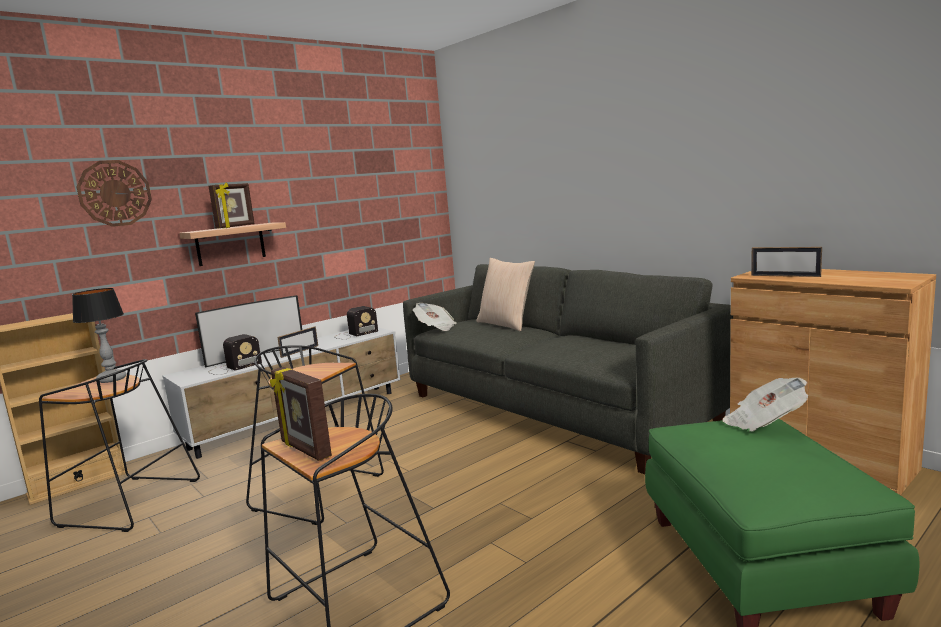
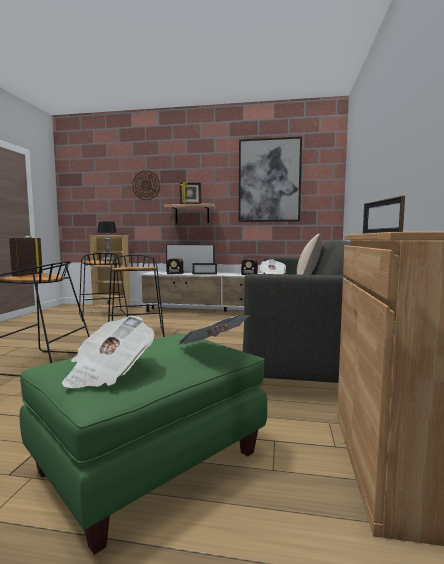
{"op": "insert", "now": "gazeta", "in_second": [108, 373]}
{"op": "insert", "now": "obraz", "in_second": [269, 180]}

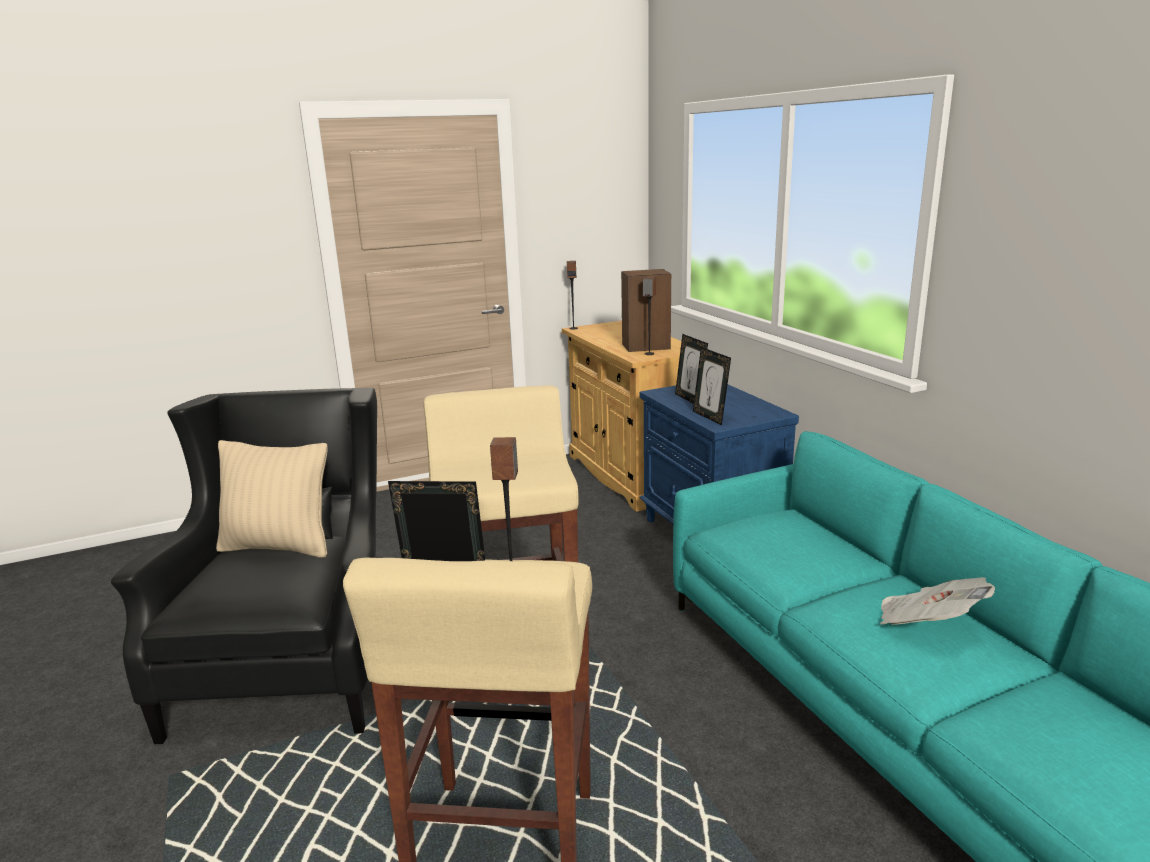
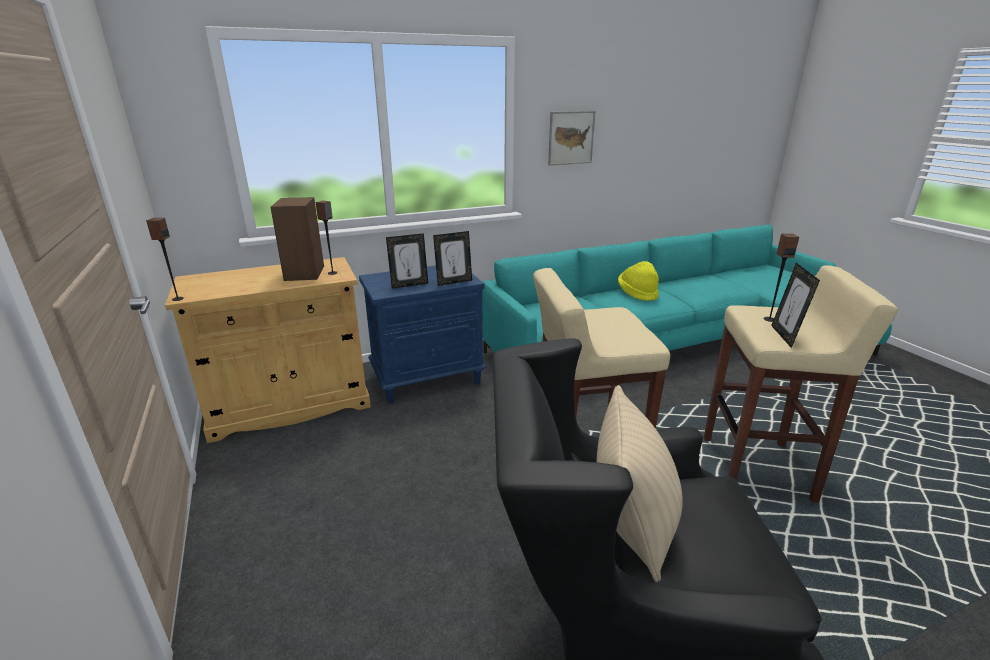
{"op": "insert", "now": "obraz", "in_second": [571, 138]}
{"op": "replace", "was": "gazeta", "now": "kapelusz (żółty)", "in_first": [927, 624], "in_second": [637, 293]}

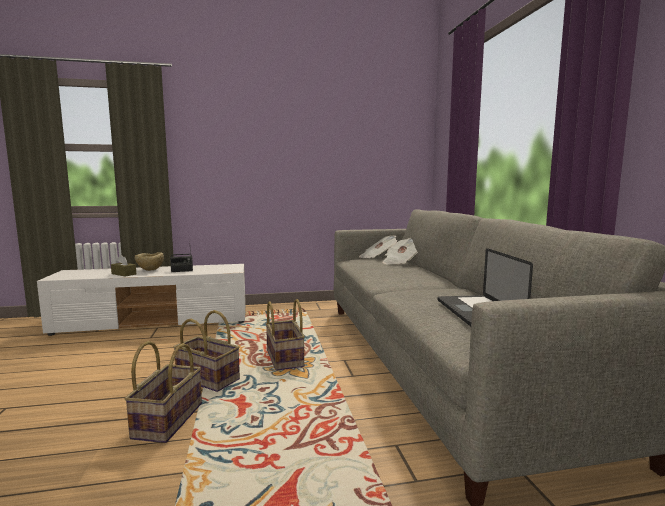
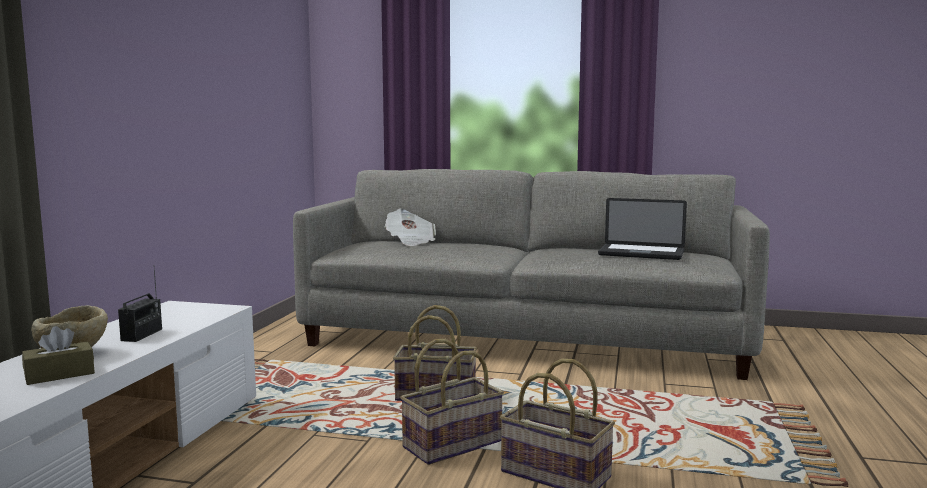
{"op": "delete", "was": "gazeta", "in_first": [377, 257]}

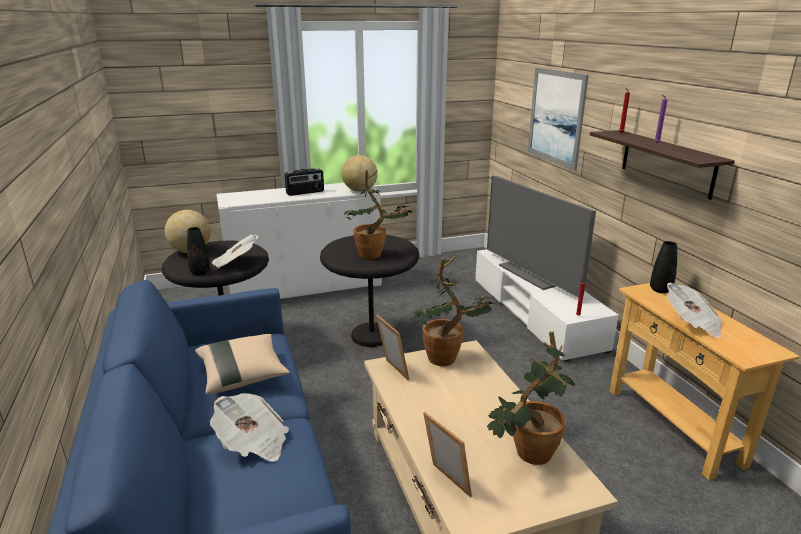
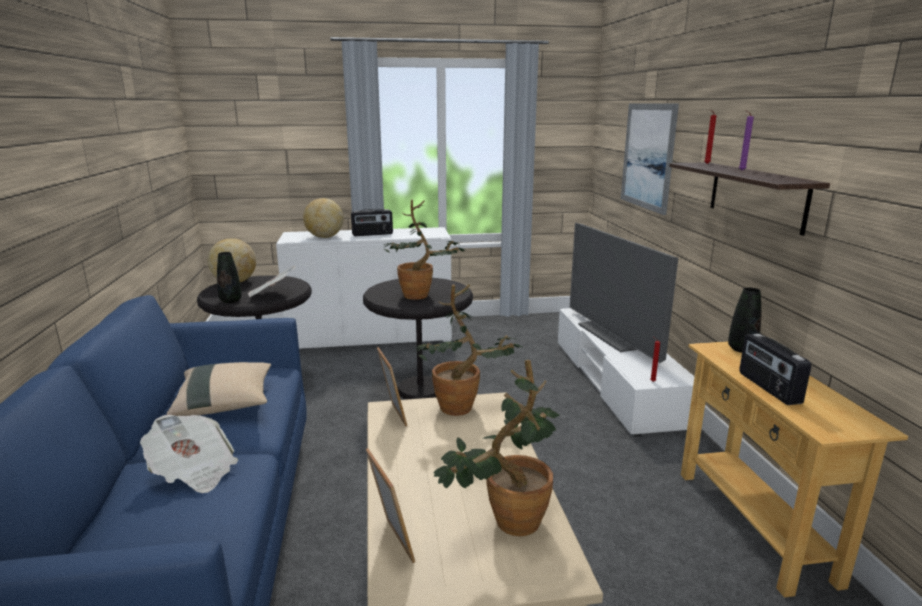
{"op": "move", "was": "globus", "in_first": [360, 190], "in_second": [324, 237]}
{"op": "replace", "was": "gazeta", "now": "radio", "in_first": [692, 324], "in_second": [768, 388]}

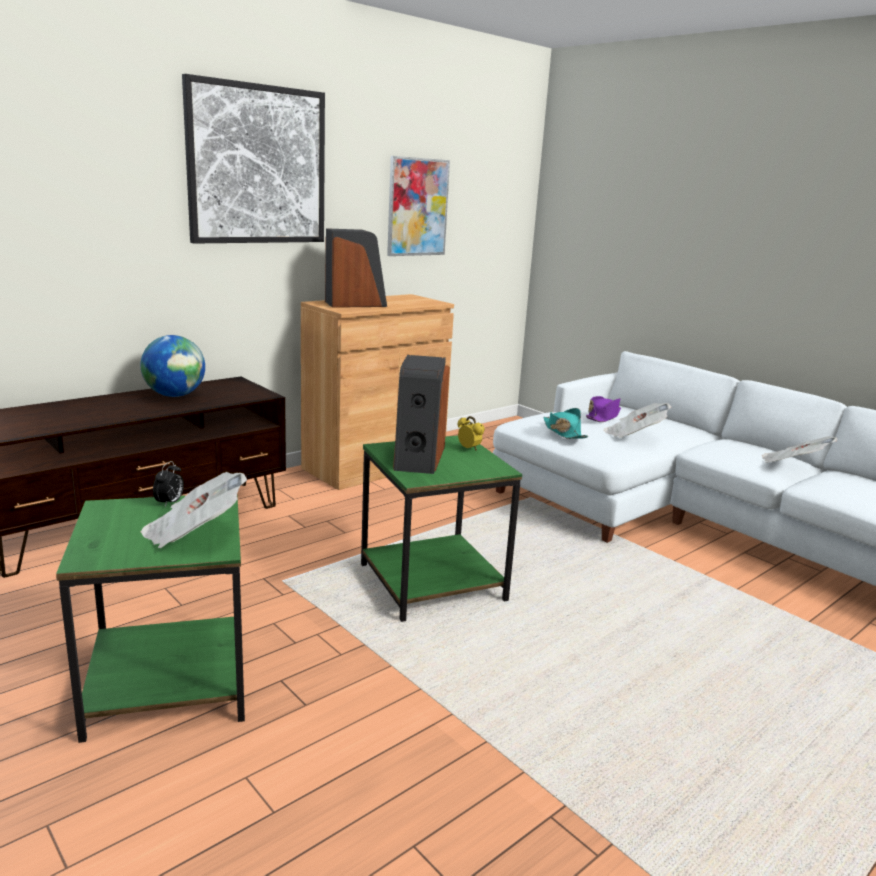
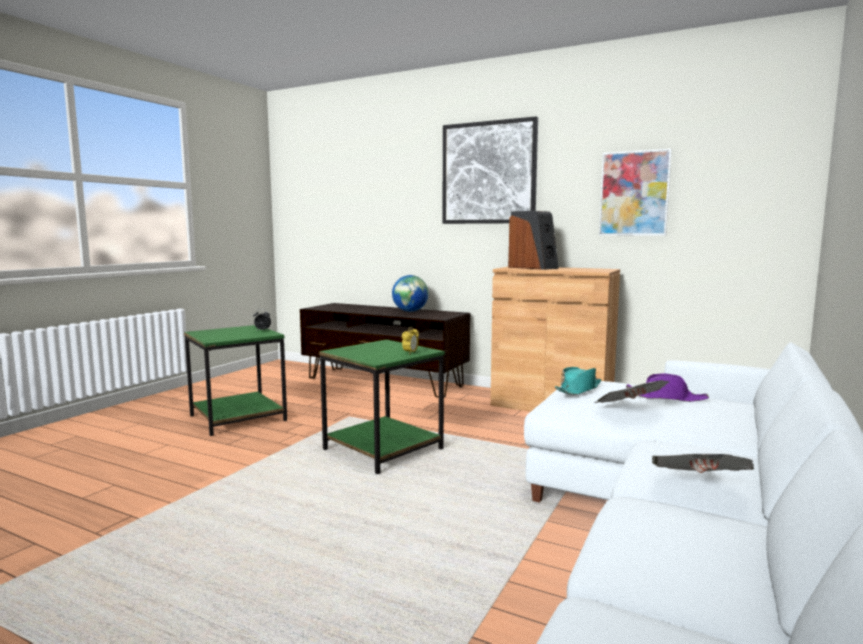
{"op": "delete", "was": "gazeta", "in_first": [194, 533]}
{"op": "delete", "was": "głośnik", "in_first": [418, 458]}

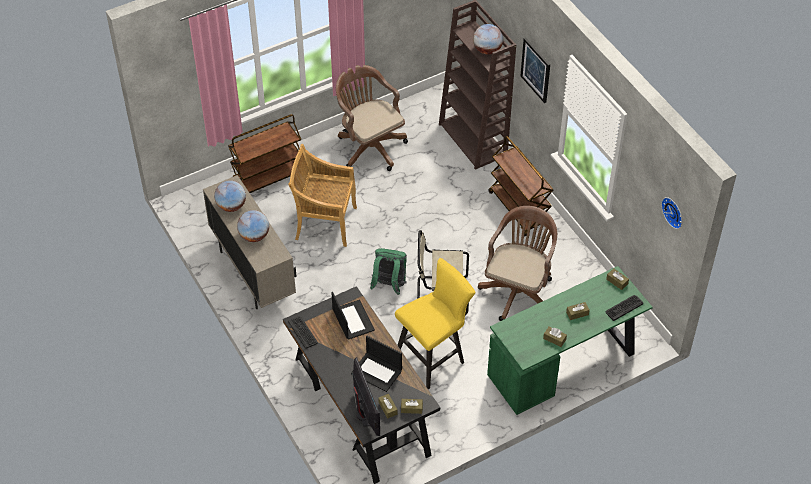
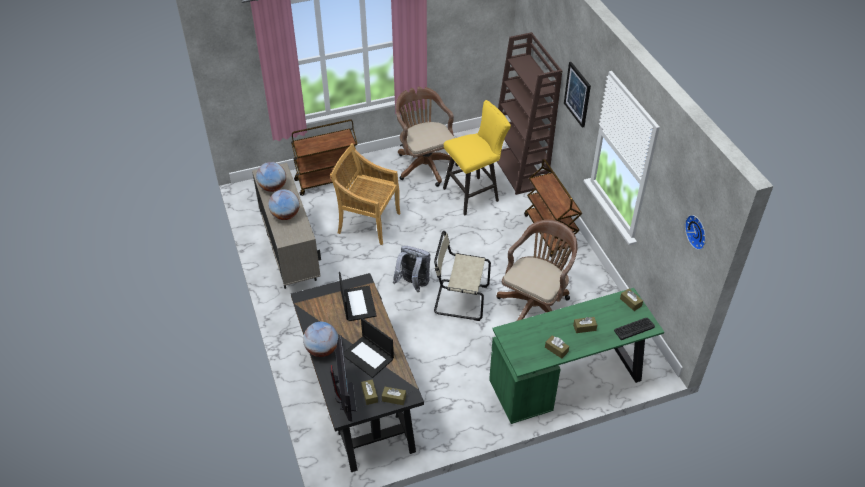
{"op": "move", "was": "globus", "in_first": [487, 50], "in_second": [322, 350]}
{"op": "recolor", "was": "plecak (zielony)", "now": "plecak (szary)", "in_first": [389, 285], "in_second": [413, 284]}
{"op": "move", "was": "stołek (żółty)", "in_first": [434, 357], "in_second": [474, 194]}
{"op": "delete", "was": "klawiatura", "in_first": [303, 332]}

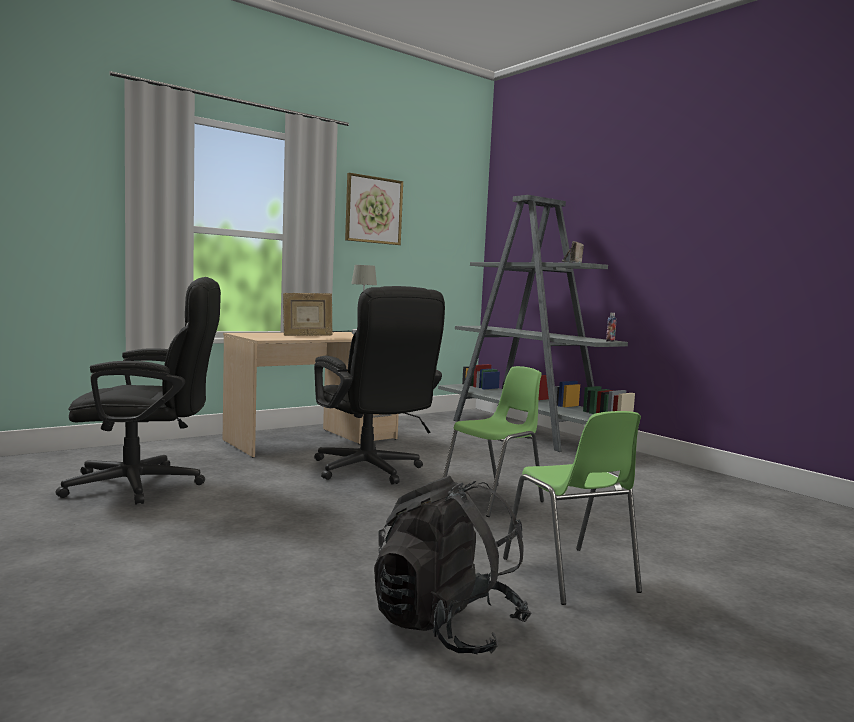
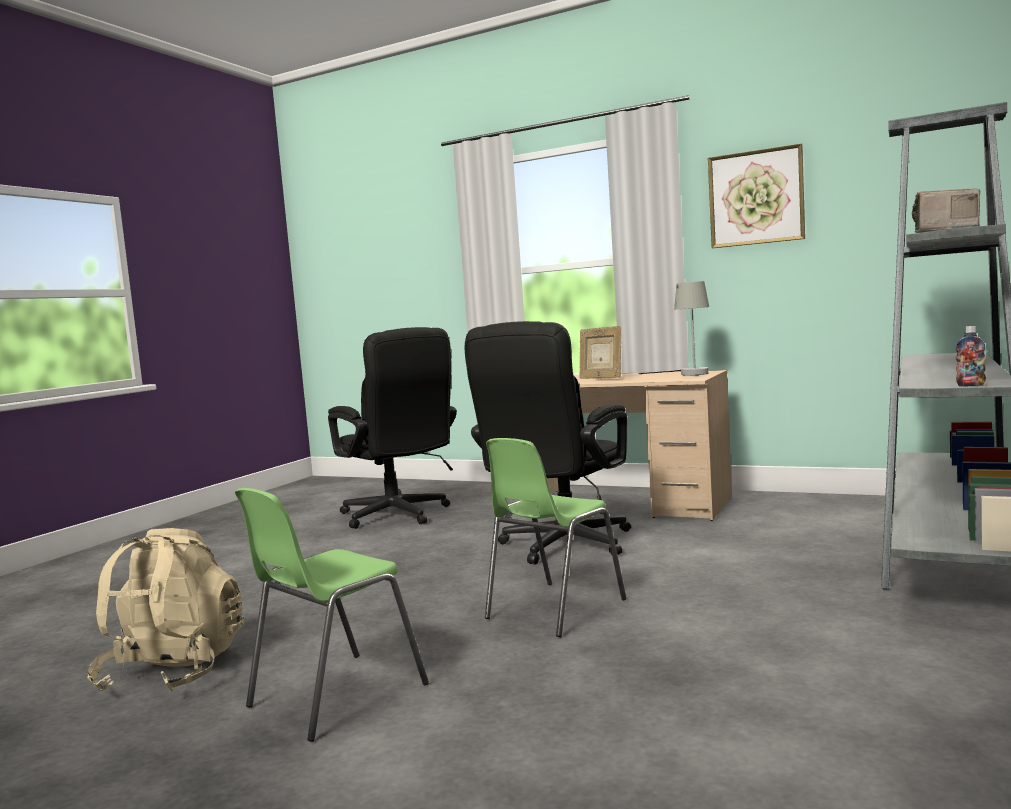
{"op": "recolor", "was": "plecak (czarny)", "now": "plecak (beżowy)", "in_first": [446, 627], "in_second": [174, 671]}
{"op": "rotate", "was": "krzesło (zielony)", "in_first": [493, 499], "in_second": [553, 609], "clockwise": 105}

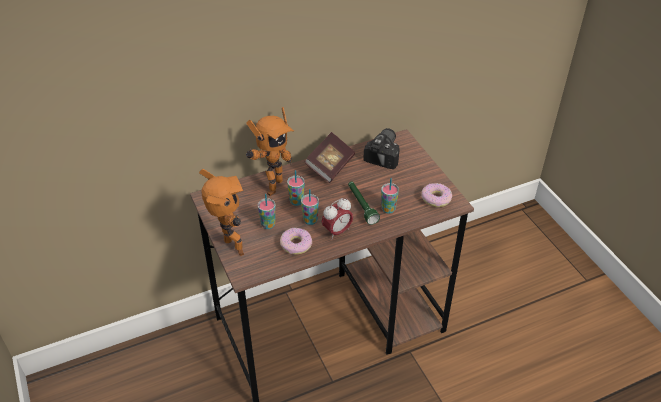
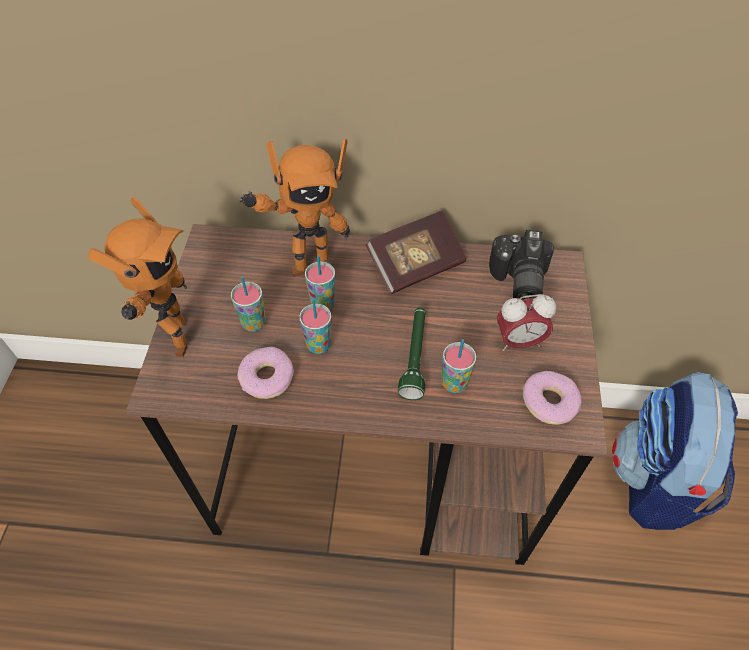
{"op": "rotate", "was": "aparat fotograficzny", "in_first": [385, 154], "in_second": [517, 282], "clockwise": 135}
{"op": "move", "was": "budzik", "in_first": [337, 231], "in_second": [518, 341]}
{"op": "insert", "now": "plecak", "in_second": [654, 481]}

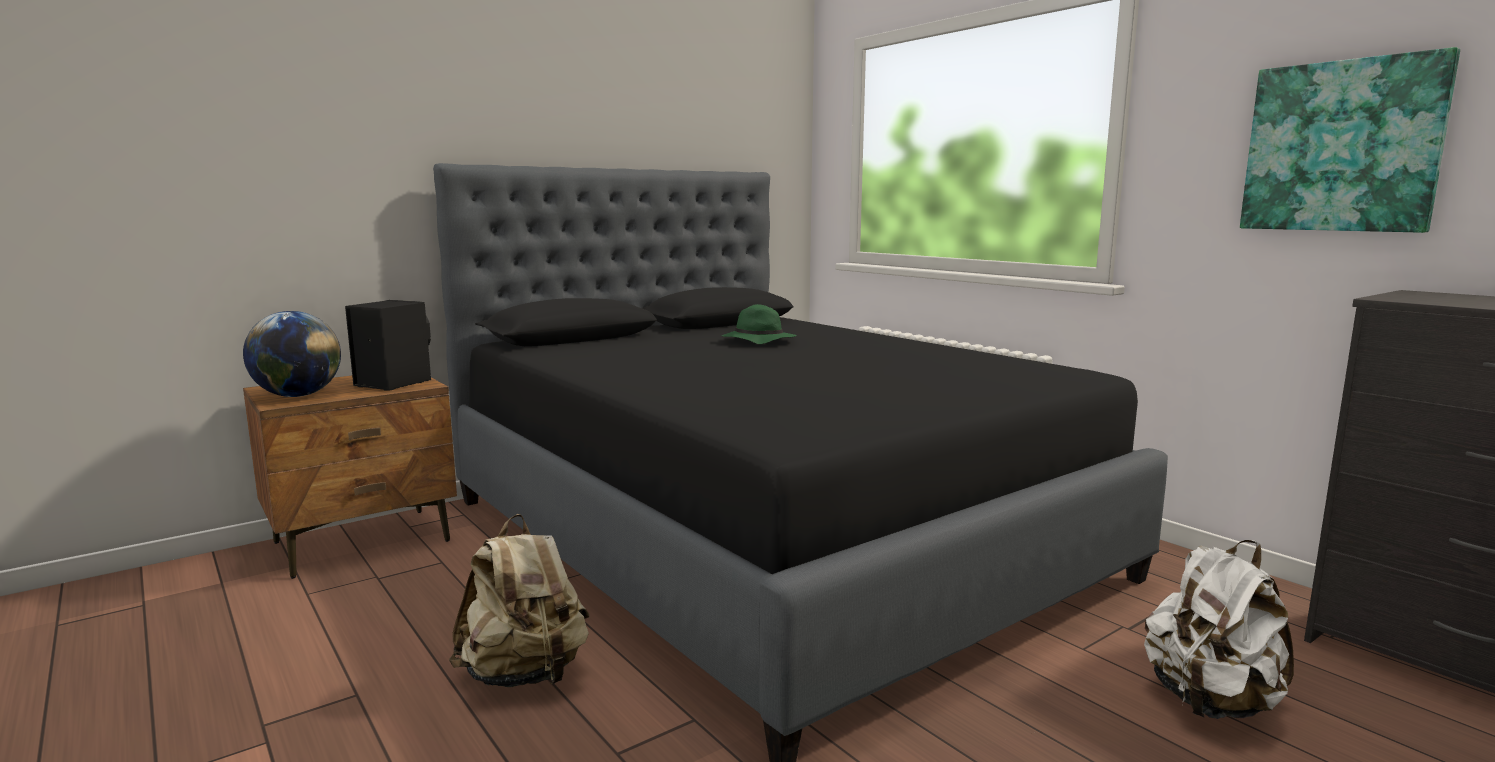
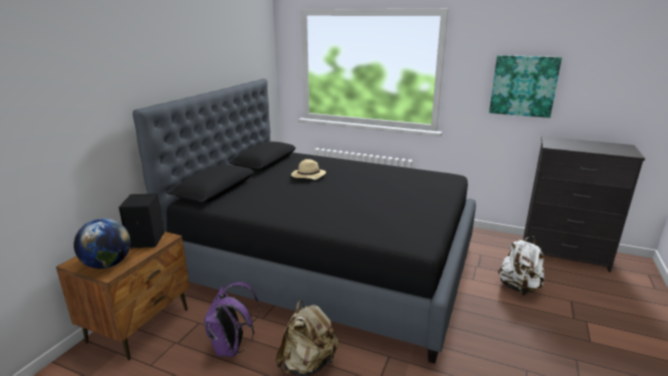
{"op": "insert", "now": "plecak (fioletowy)", "in_second": [232, 348]}
{"op": "recolor", "was": "kapelusz (zielony)", "now": "kapelusz (beżowy)", "in_first": [757, 341], "in_second": [308, 176]}

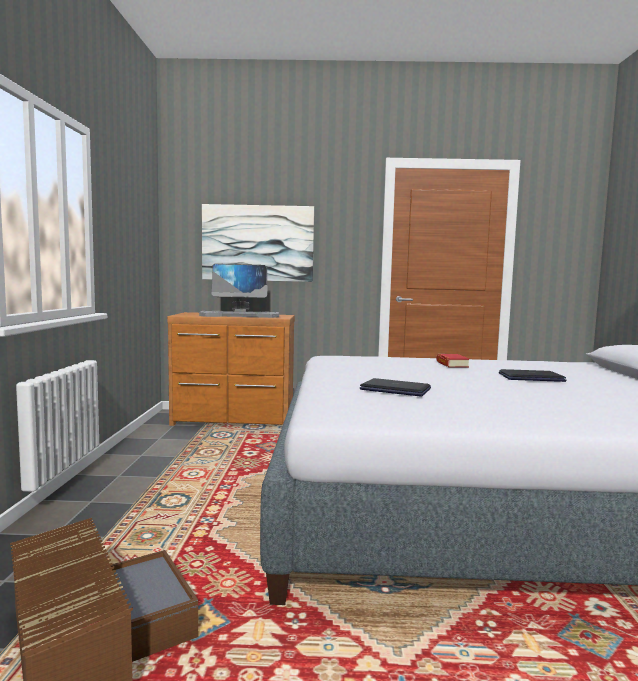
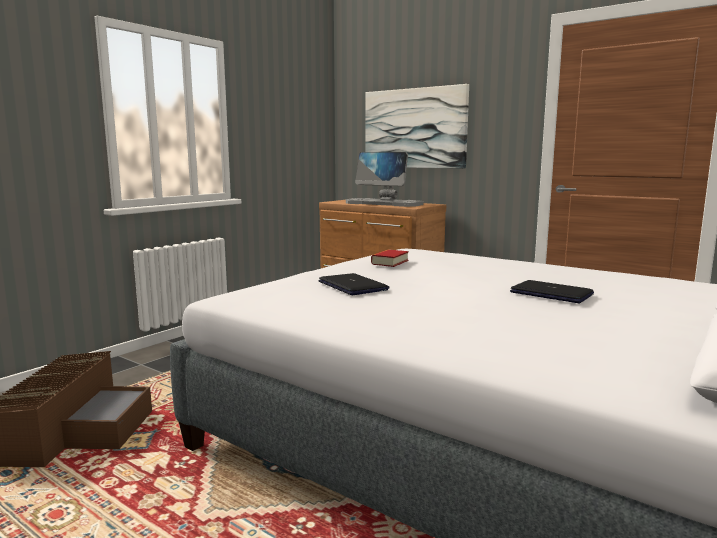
{"op": "move", "was": "książka", "in_first": [452, 364], "in_second": [390, 262]}

